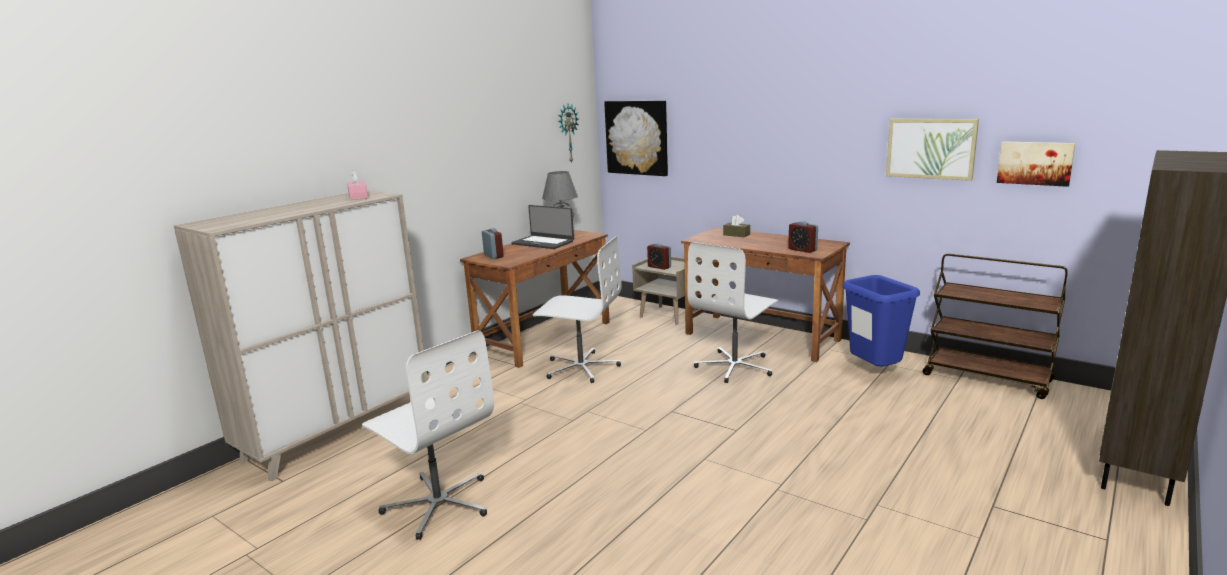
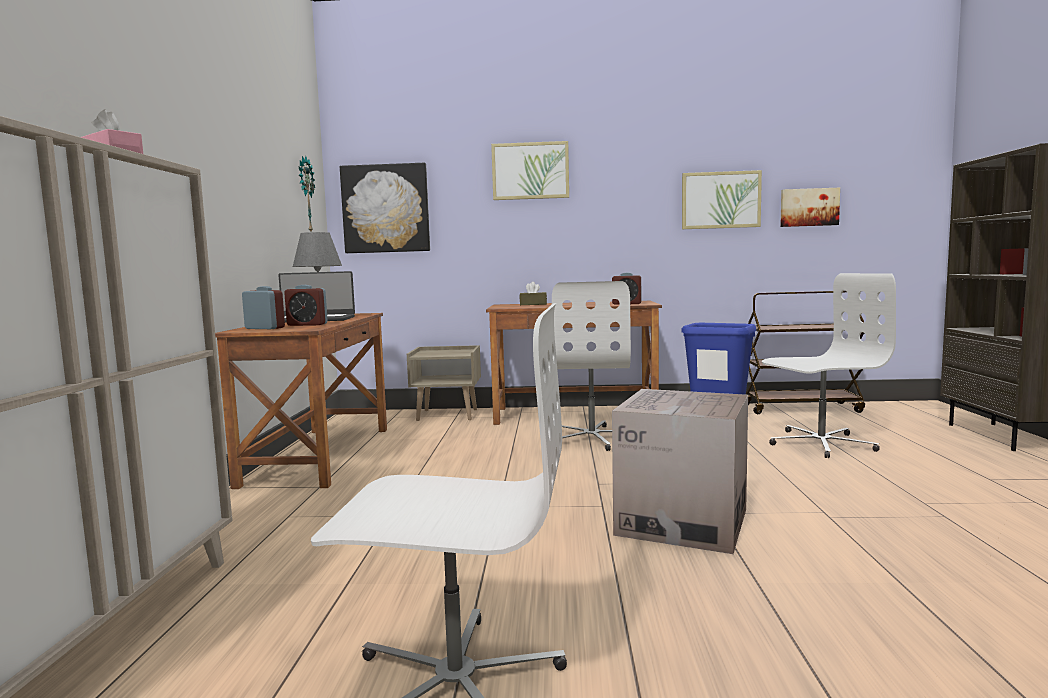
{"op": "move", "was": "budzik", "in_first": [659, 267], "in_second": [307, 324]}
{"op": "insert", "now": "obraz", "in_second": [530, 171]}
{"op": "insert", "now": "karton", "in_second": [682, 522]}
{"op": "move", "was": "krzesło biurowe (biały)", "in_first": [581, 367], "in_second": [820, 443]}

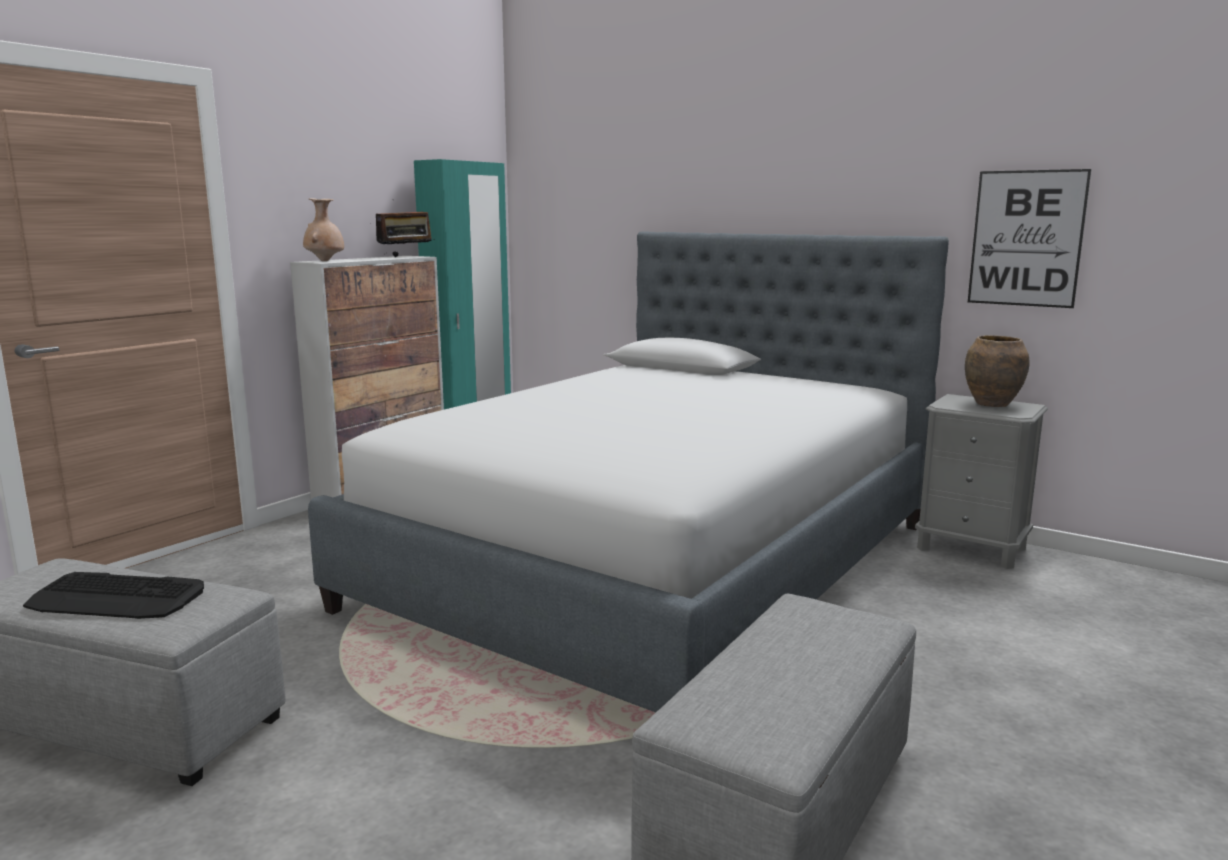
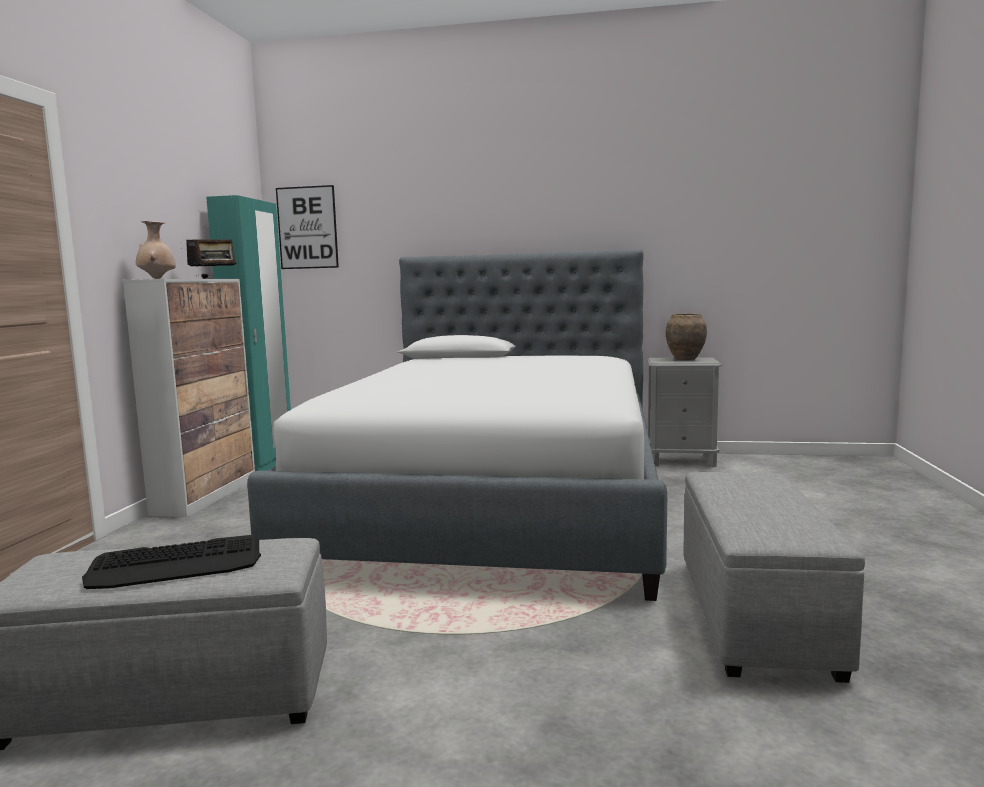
{"op": "move", "was": "obraz", "in_first": [1026, 238], "in_second": [307, 227]}

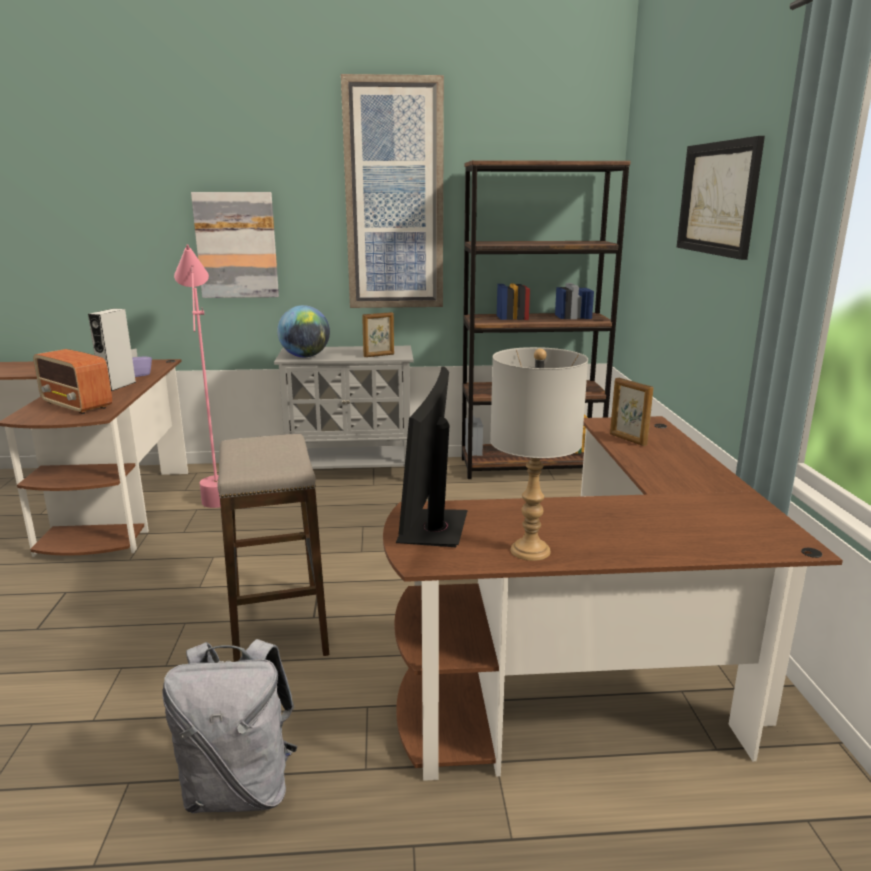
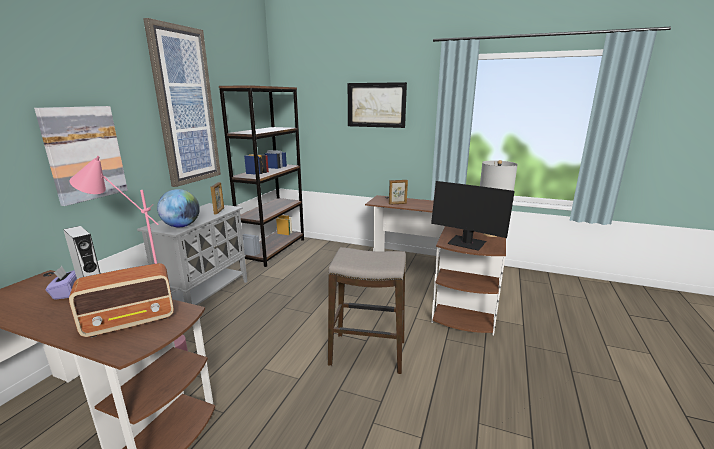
{"op": "delete", "was": "plecak (szary)", "in_first": [240, 788]}

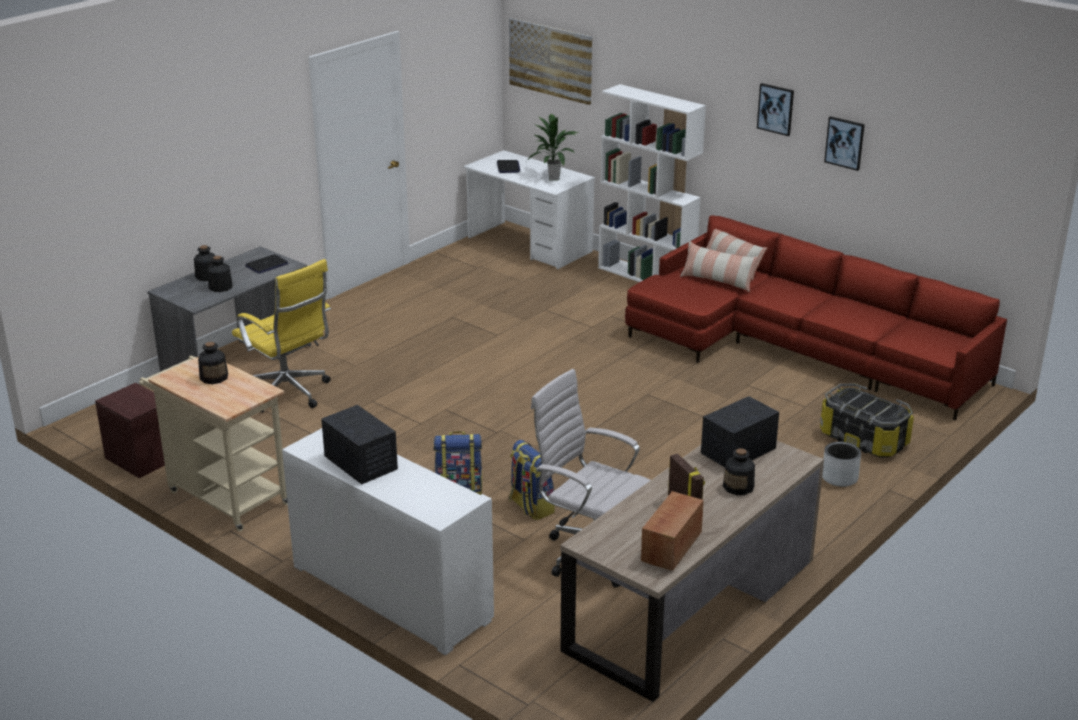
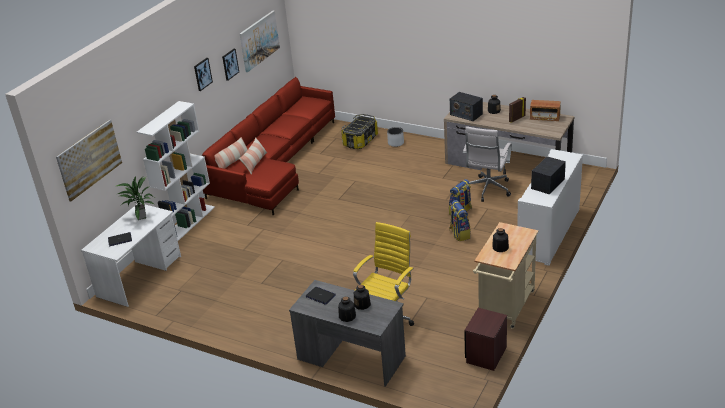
{"op": "insert", "now": "obraz", "in_second": [259, 40]}

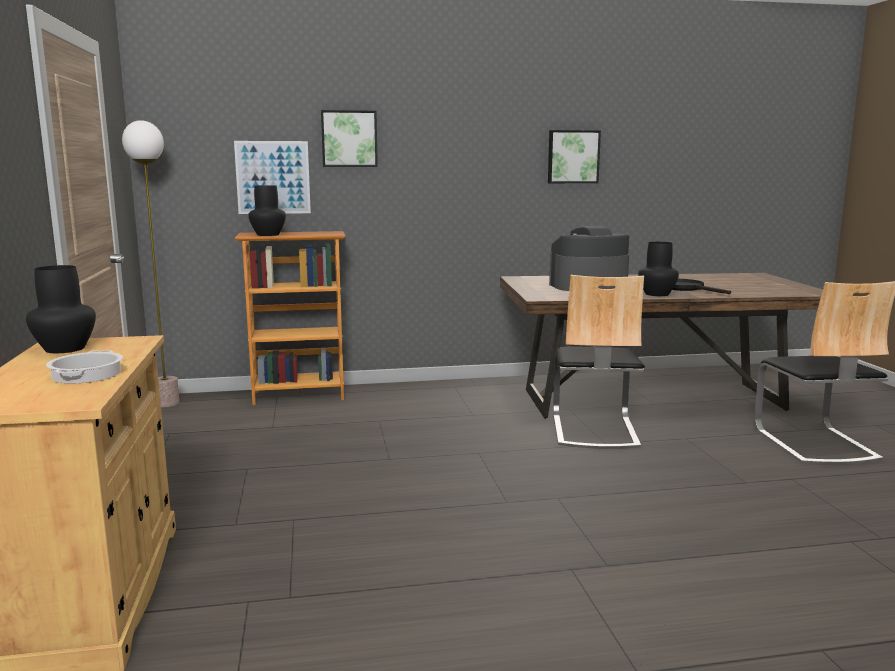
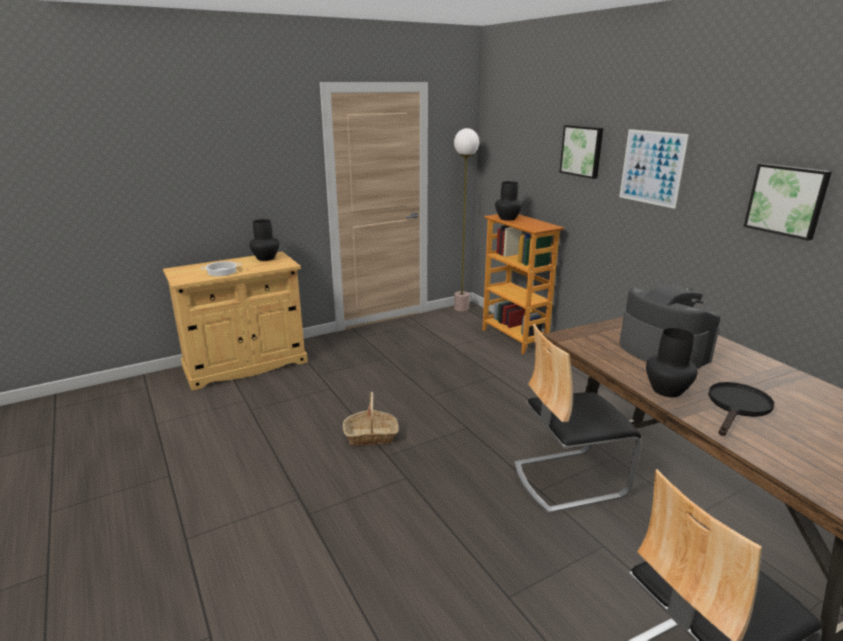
{"op": "insert", "now": "koszyk", "in_second": [371, 436]}
{"op": "move", "was": "obraz", "in_first": [273, 177], "in_second": [651, 167]}

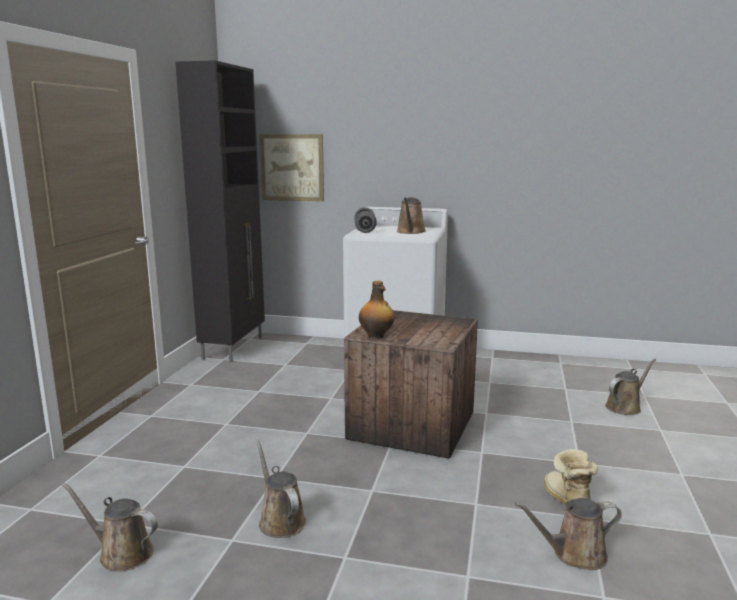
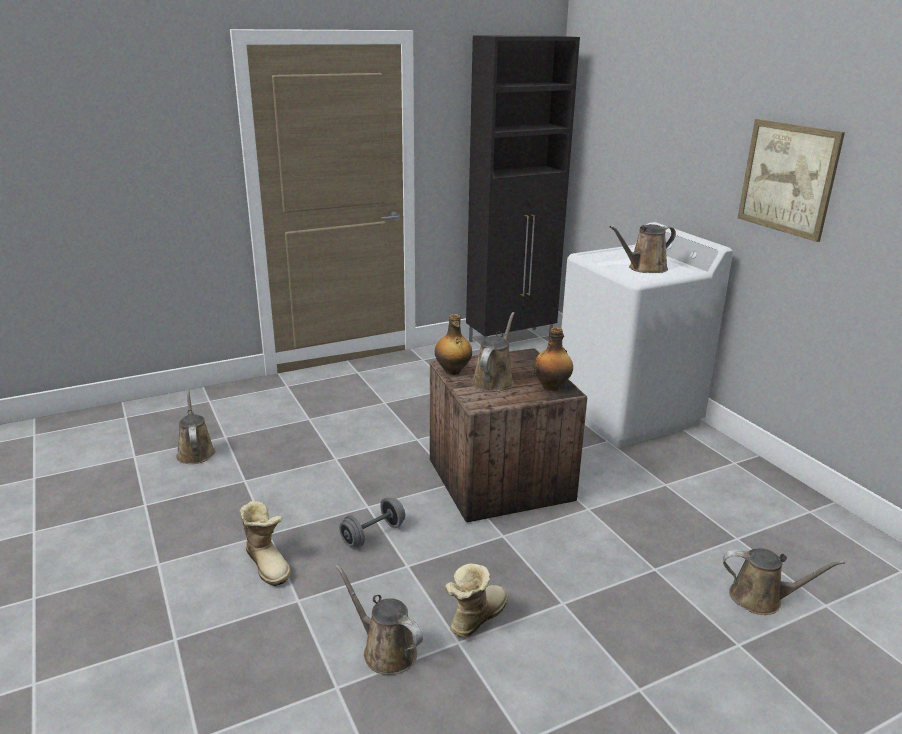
{"op": "insert", "now": "but z cholewką", "in_second": [268, 563]}
{"op": "move", "was": "hantel (szary)", "in_first": [365, 230], "in_second": [373, 534]}
{"op": "move", "was": "konewka (brązowy)", "in_first": [280, 520], "in_second": [494, 380]}
{"op": "insert", "now": "butelka", "in_second": [552, 387]}
{"op": "move", "was": "obraz", "in_first": [292, 167], "in_second": [788, 178]}

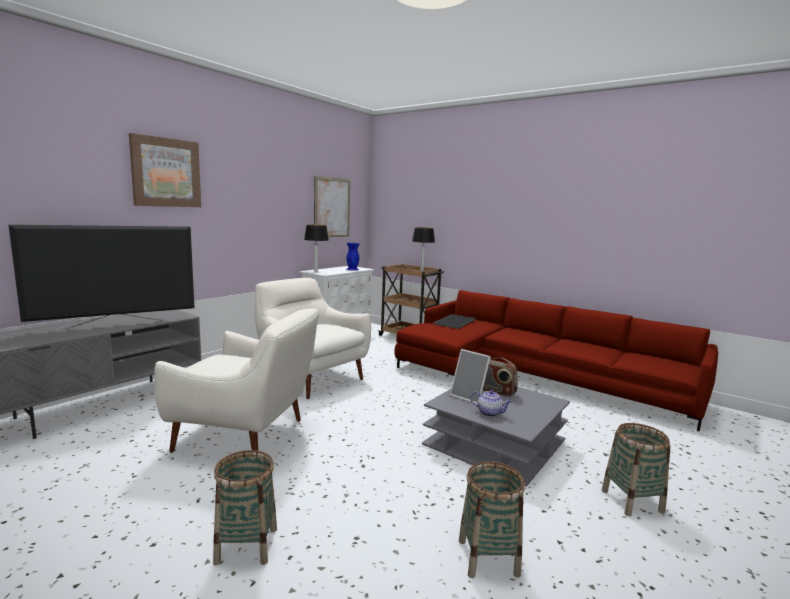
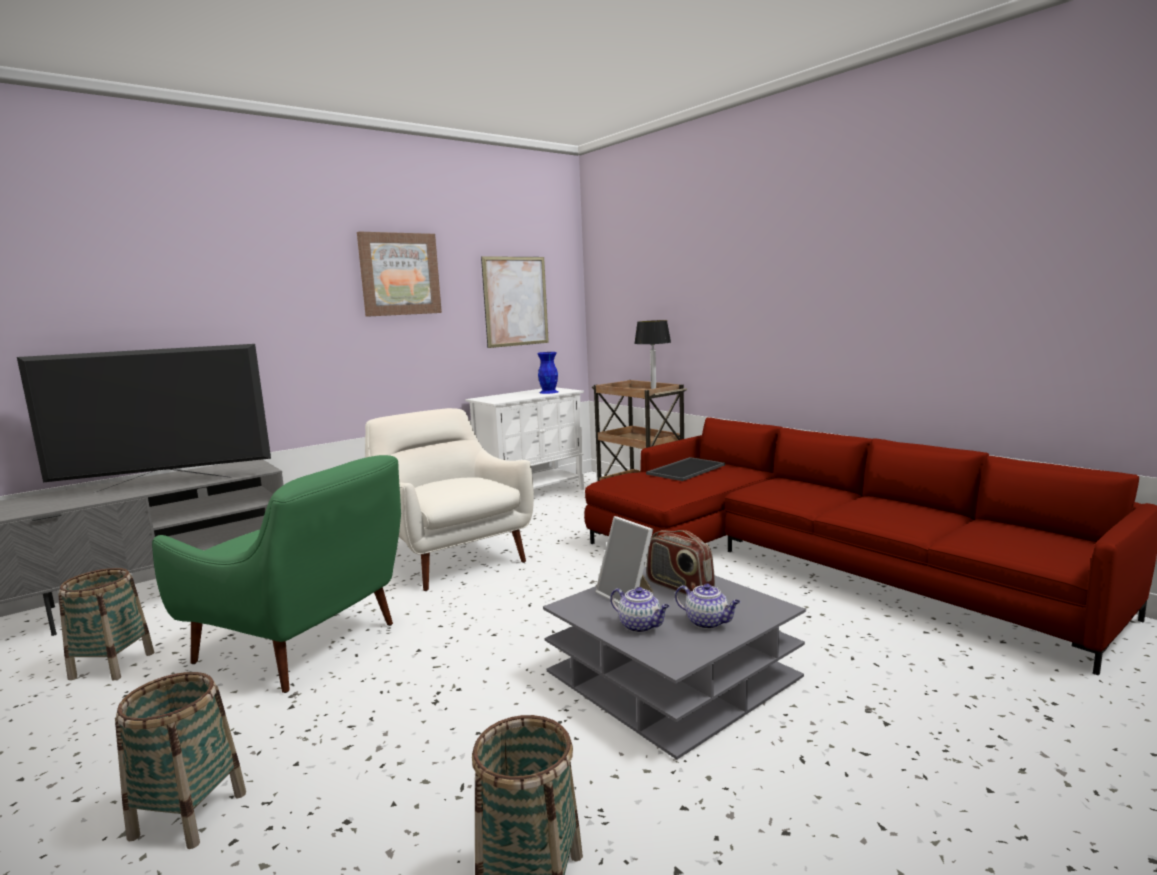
{"op": "move", "was": "koszyk", "in_first": [631, 501], "in_second": [112, 665]}
{"op": "recolor", "was": "fotel (biały)", "now": "fotel (zielony)", "in_first": [246, 436], "in_second": [303, 645]}
{"op": "move", "was": "obraz", "in_first": [166, 172], "in_second": [399, 274]}
{"op": "insert", "now": "imbryk", "in_second": [708, 622]}
{"op": "delete", "was": "lampa stołowa", "in_first": [315, 272]}

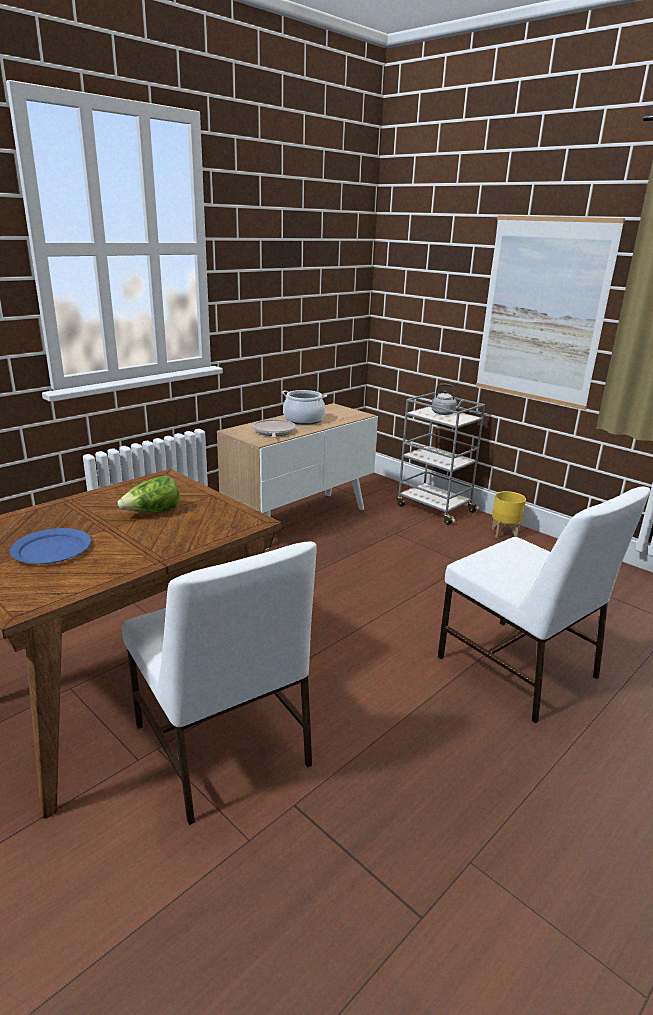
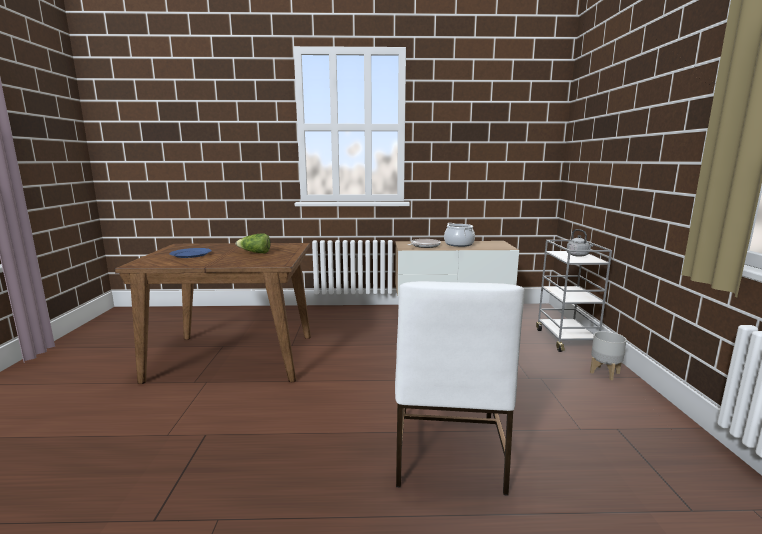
{"op": "recolor", "was": "donica (żółty)", "now": "donica (szary)", "in_first": [504, 533], "in_second": [605, 373]}
{"op": "delete", "was": "krzesło (biały)", "in_first": [221, 748]}
{"op": "delete", "was": "obraz", "in_first": [542, 311]}

